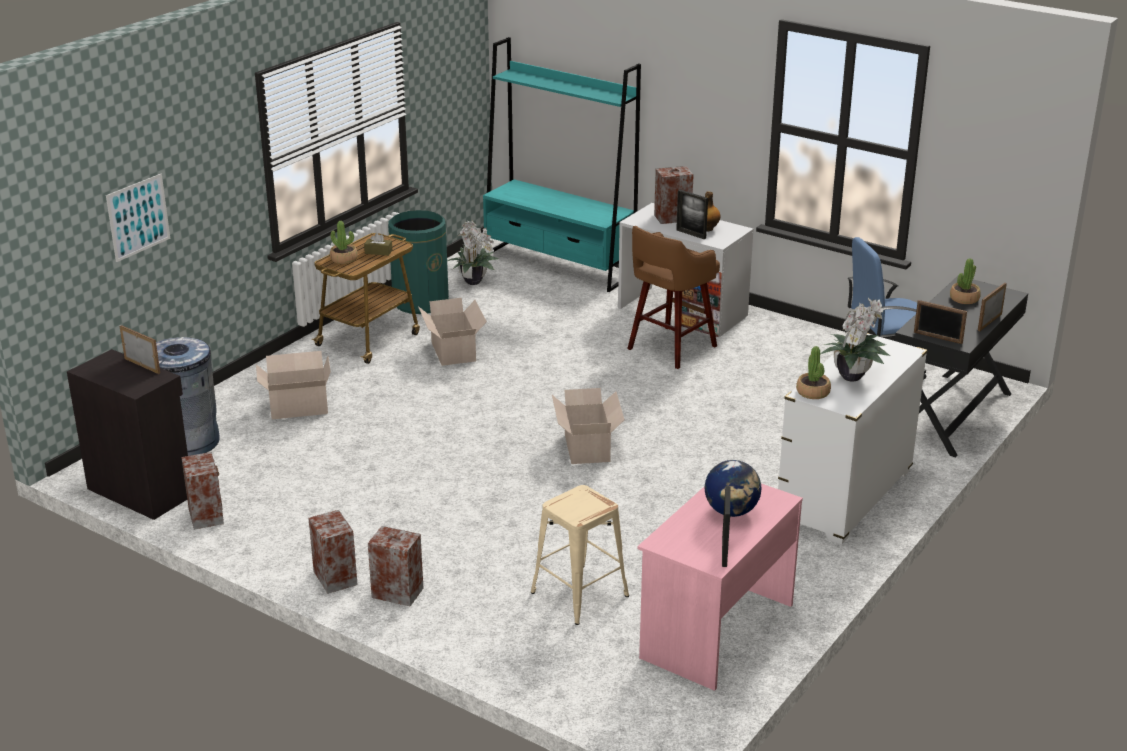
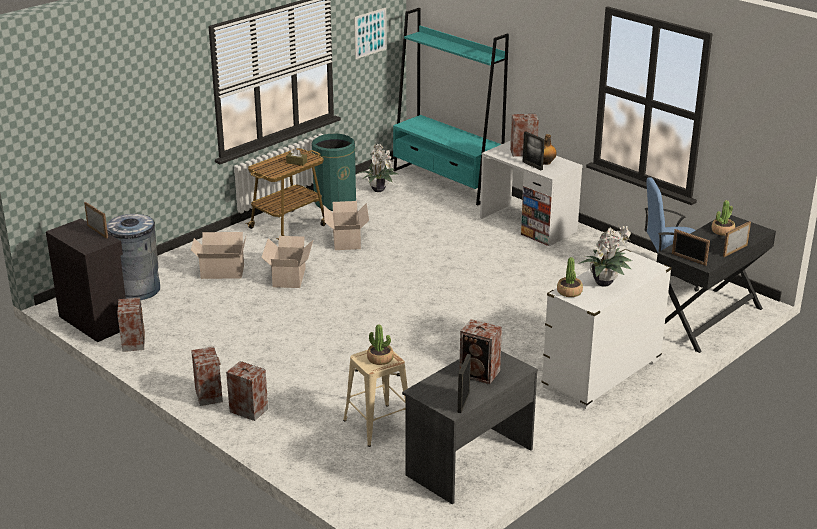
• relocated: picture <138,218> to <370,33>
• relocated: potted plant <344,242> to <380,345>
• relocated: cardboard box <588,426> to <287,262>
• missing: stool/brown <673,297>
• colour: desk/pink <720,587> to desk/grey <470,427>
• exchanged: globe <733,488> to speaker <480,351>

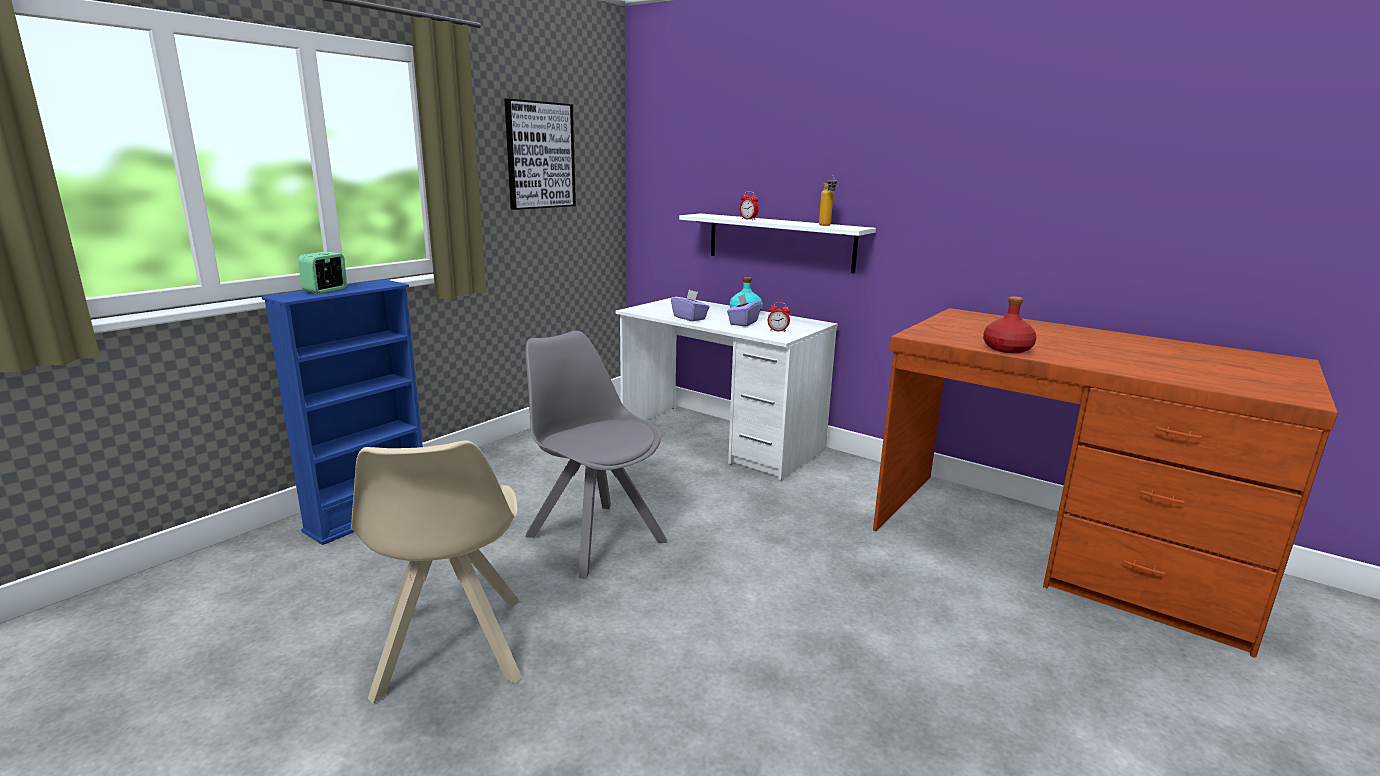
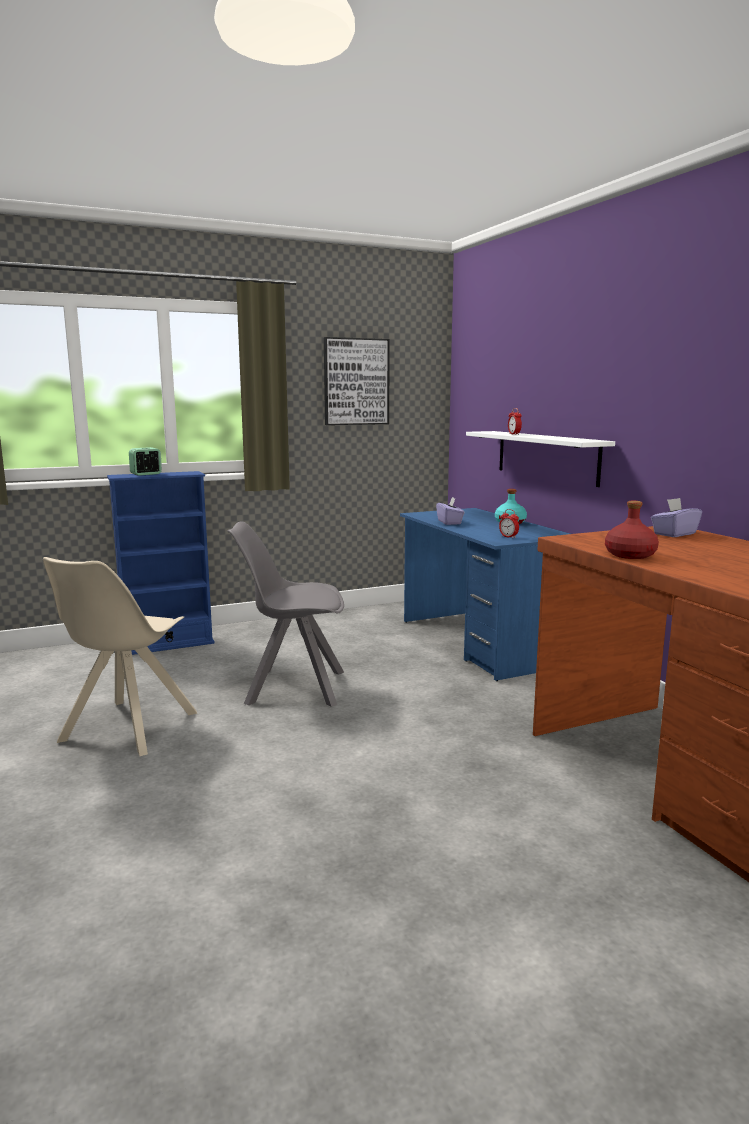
• spun: chair/grey <596,455> = <285,614> 75 degrees counterclockwise
• colour: desk/white <727,388> to desk/blue <485,594>
• relocated: tissue box/purple <744,310> to <676,517>
• missing: bottle <828,200>

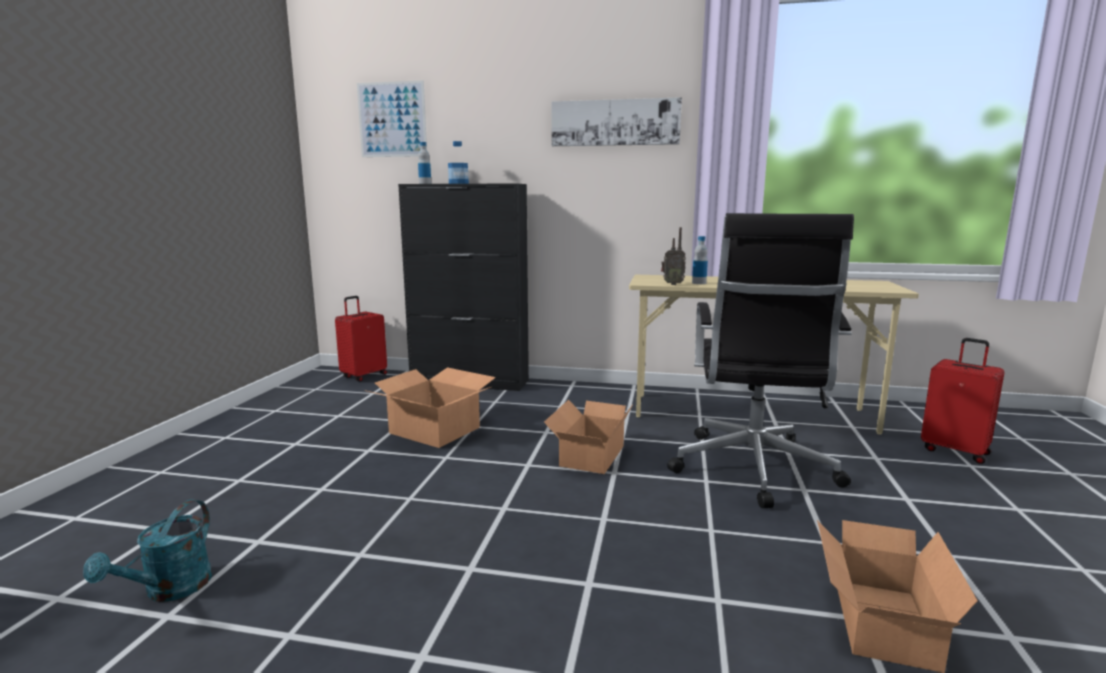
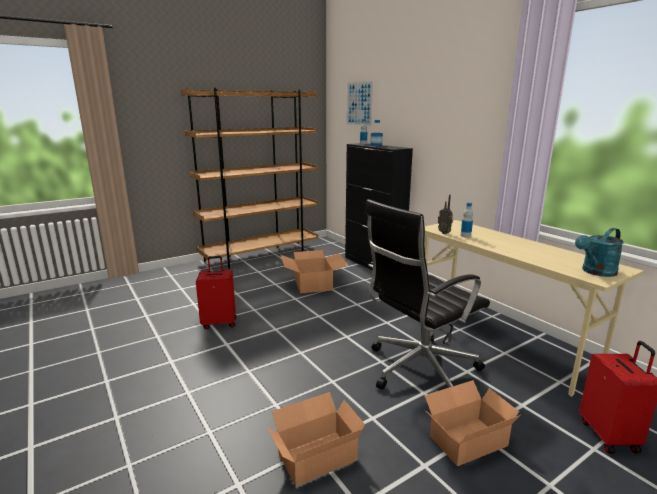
• relocated: watering can/turquoise <147,550> to <599,252>
• relocated: suitcase/red <361,339> to <216,292>
• relocated: cardboard box <588,437> to <472,423>
• missing: picture <617,121>
• appeared: bookcase/brown <249,178>

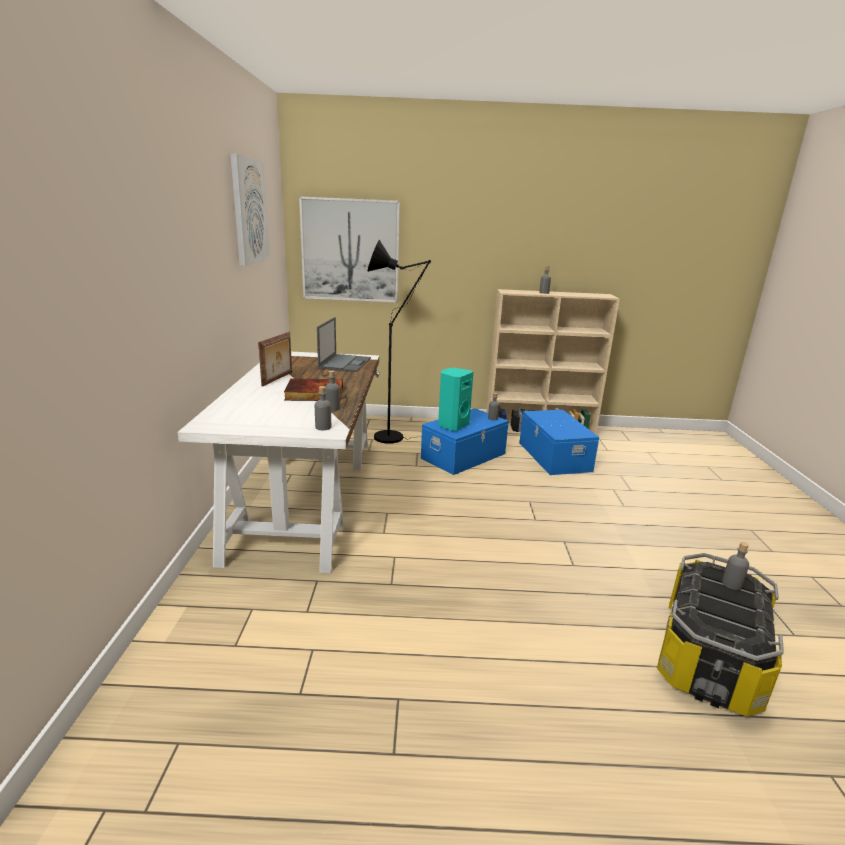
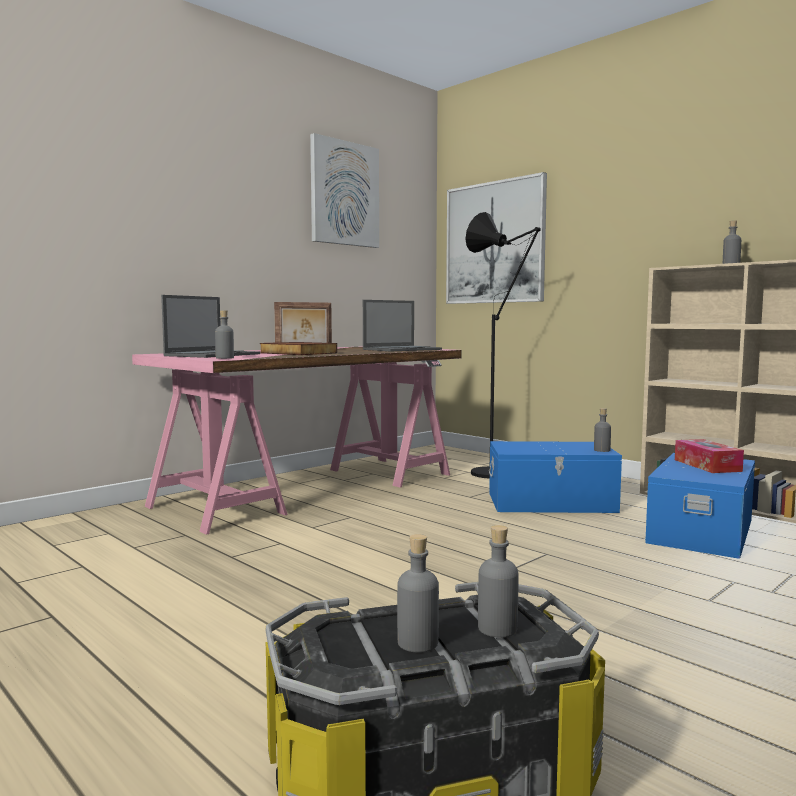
• colour: desk/white <279,462> to desk/pink <297,440>
• relocated: bottle/grey <332,391> to <418,593>
• missing: speaker/turquoise <455,399>
• appeared: laptop <210,326>
• appeared: tissue box <709,456>

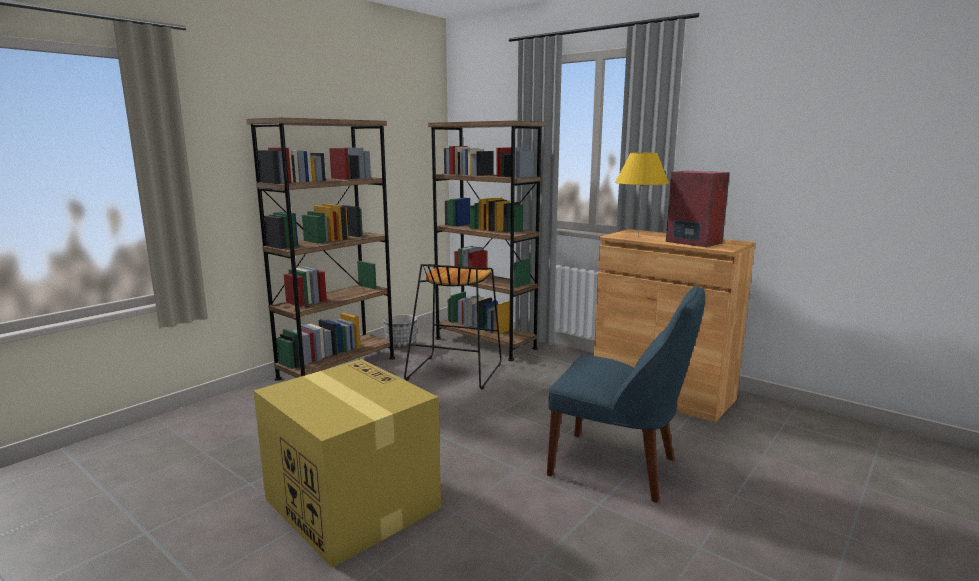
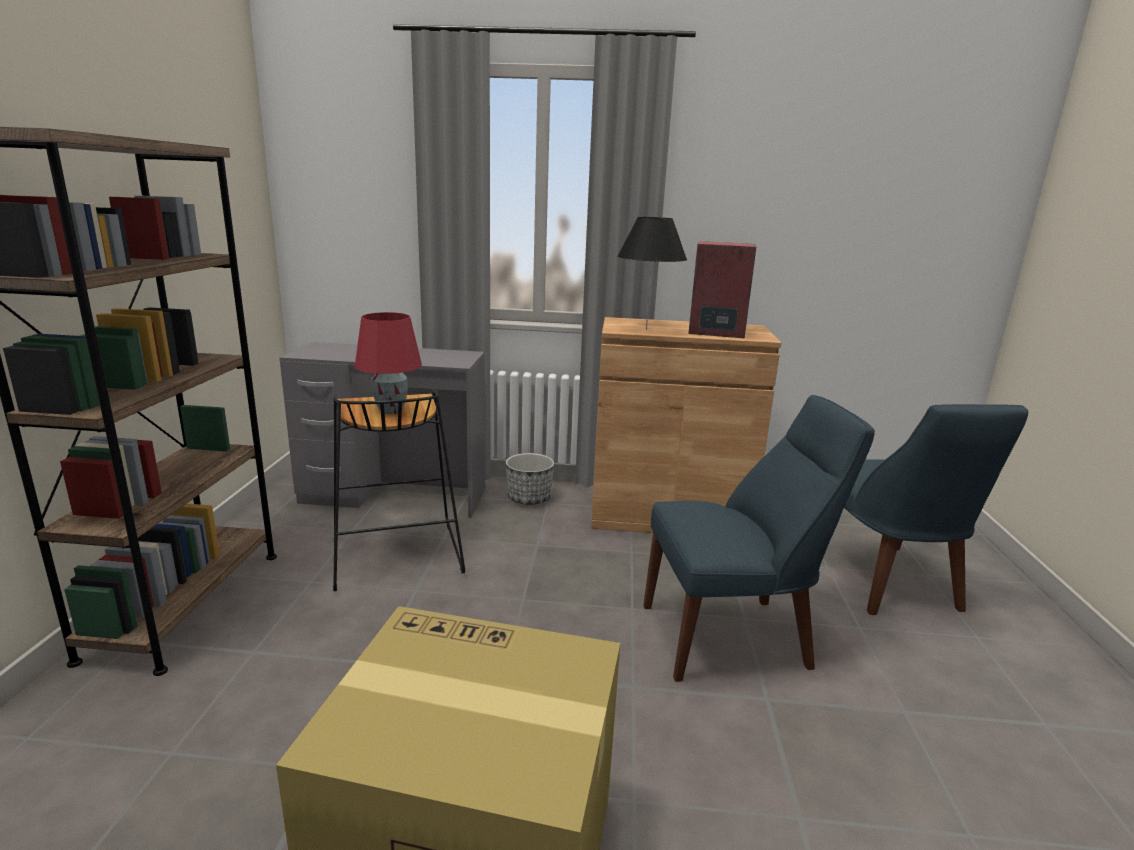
• relocated: planter <400,331> to <530,479>
• exchanged: bookcase/brown <486,241> to desk/grey <382,430>
• colour: table lamp/yellow <642,195> to table lamp/black <652,273>
• appeared: table lamp/red <388,363>
• appeared: chair/blue <936,509>

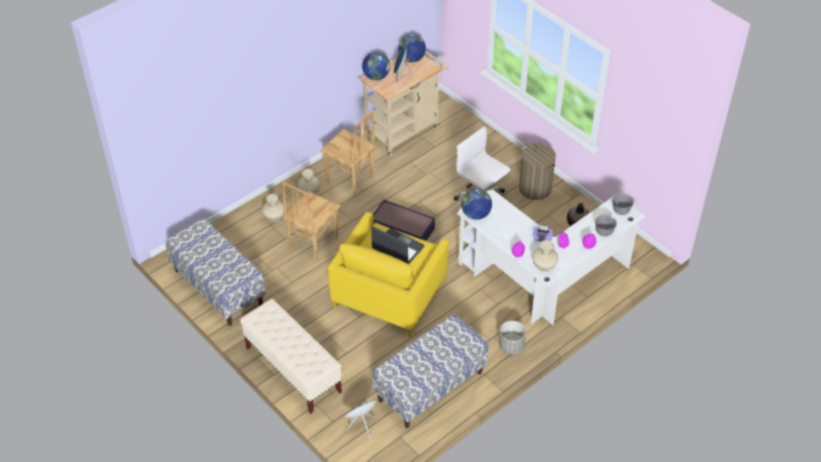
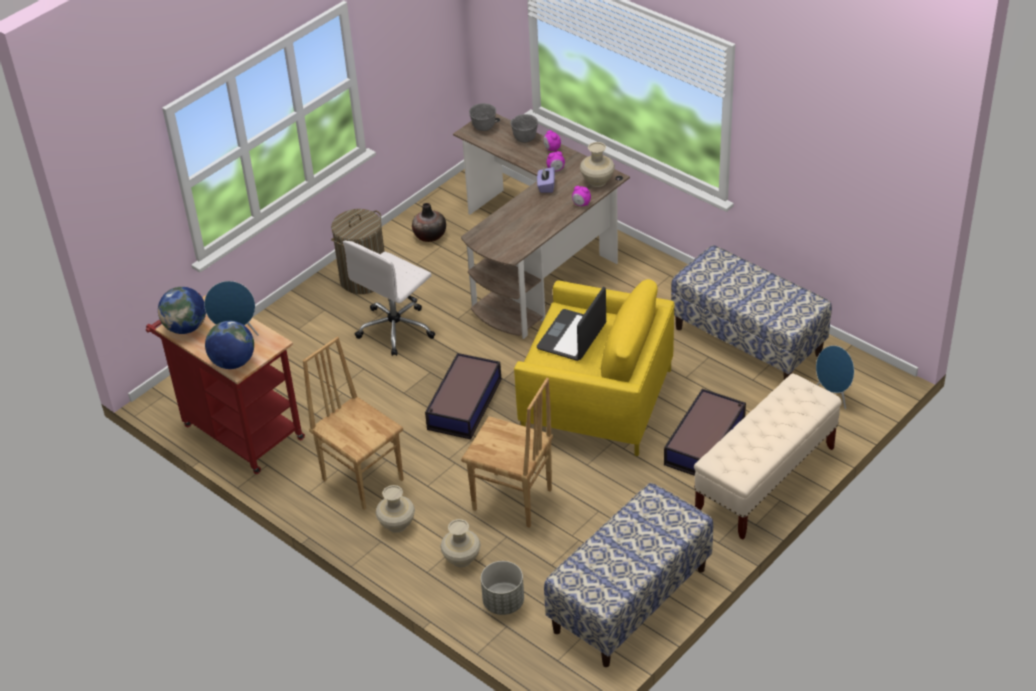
• spun: chair/brown <348,153> = <353,423> 75 degrees counterclockwise
• colour: cart/beige <404,104> to cart/red <225,384>
• colour: desk/white <551,257> to desk/brown <541,226>
• missing: globe <476,204>
• relocated: planter/grey <512,337> to <502,588>
• appeared: storage box <705,432>

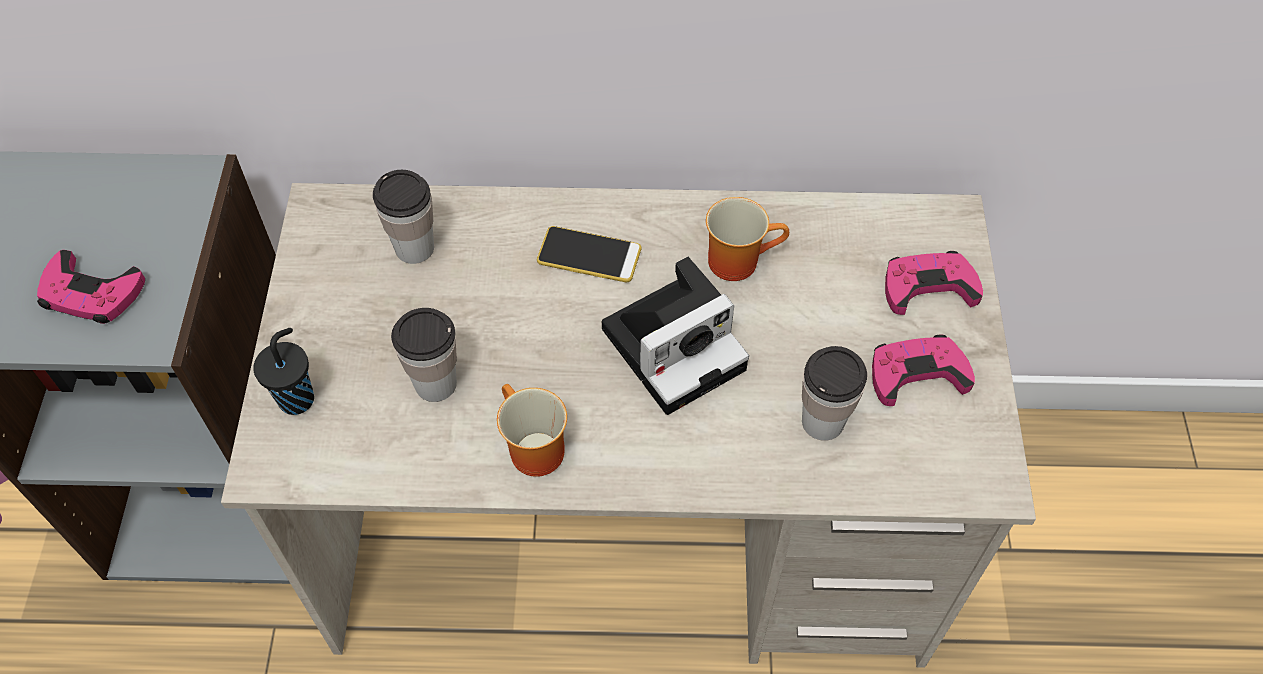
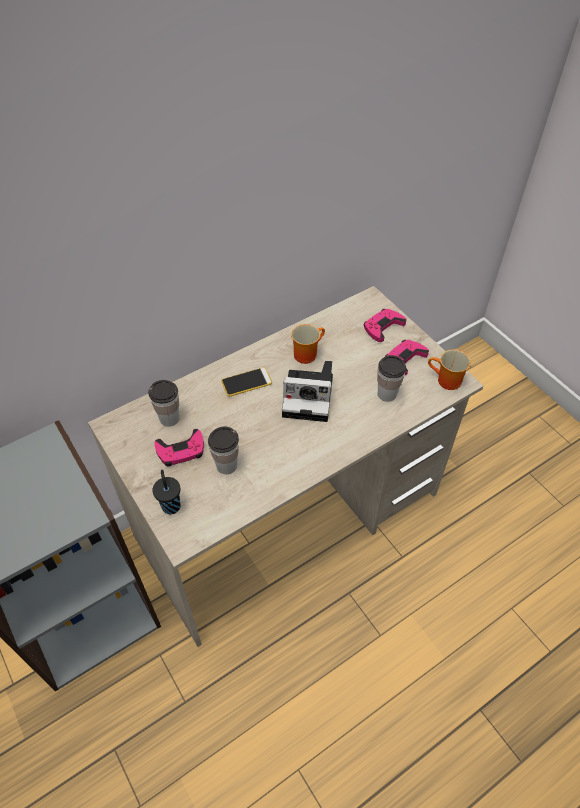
• relocated: game controller/pink <91,287> to <179,447>
• relocated: mug <532,430> to <449,369>
• spun: photo camera <675,336> = <307,391> 75 degrees clockwise

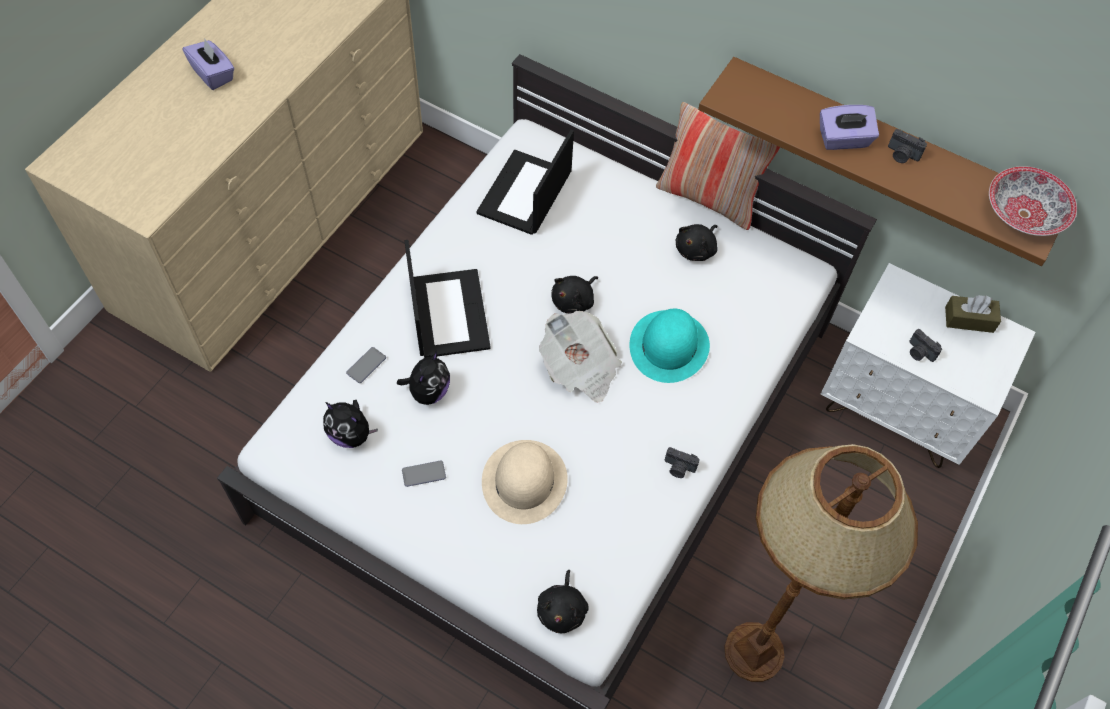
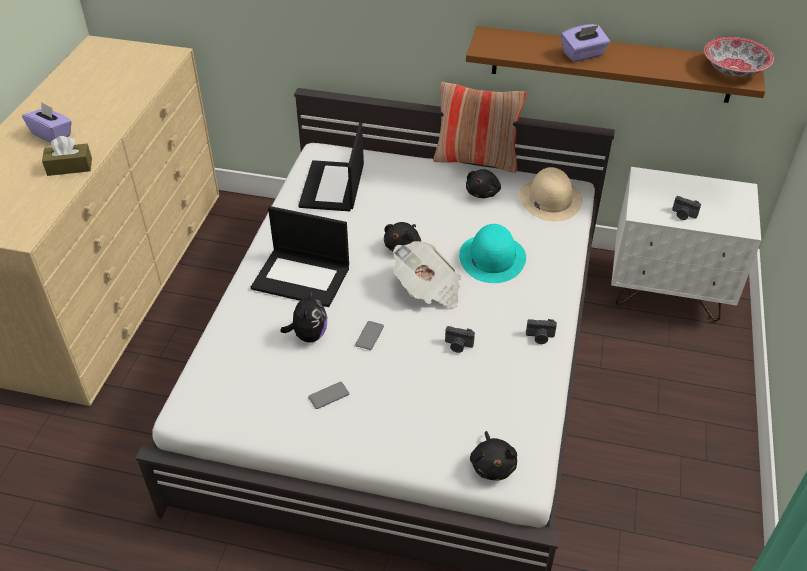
• missing: plush toy <350,424>
• relocated: phone <366,365> to <369,335>
• spun: laptop <448,299> = <300,256> 135 degrees clockwise
• relocated: hat/beige <525,482> to <550,194>
• missing: floor lamp/brown <821,563>
• relocated: photo camera <907,146> to <460,339>
• relocated: tissue box/brown <973,314> to <67,156>

